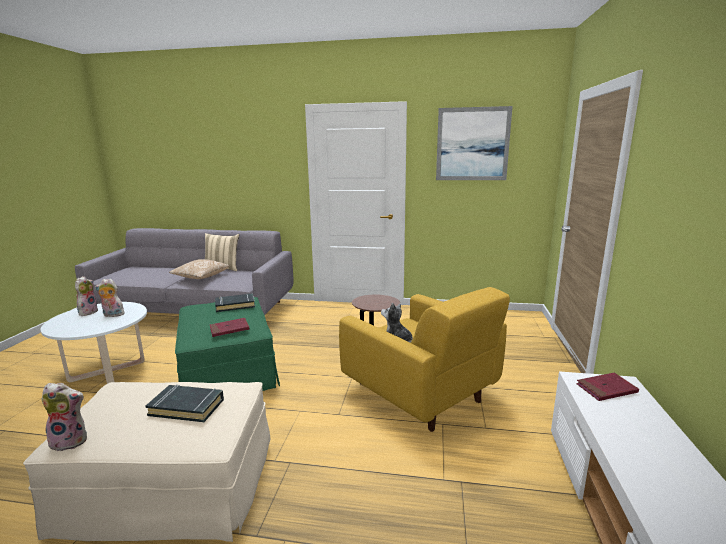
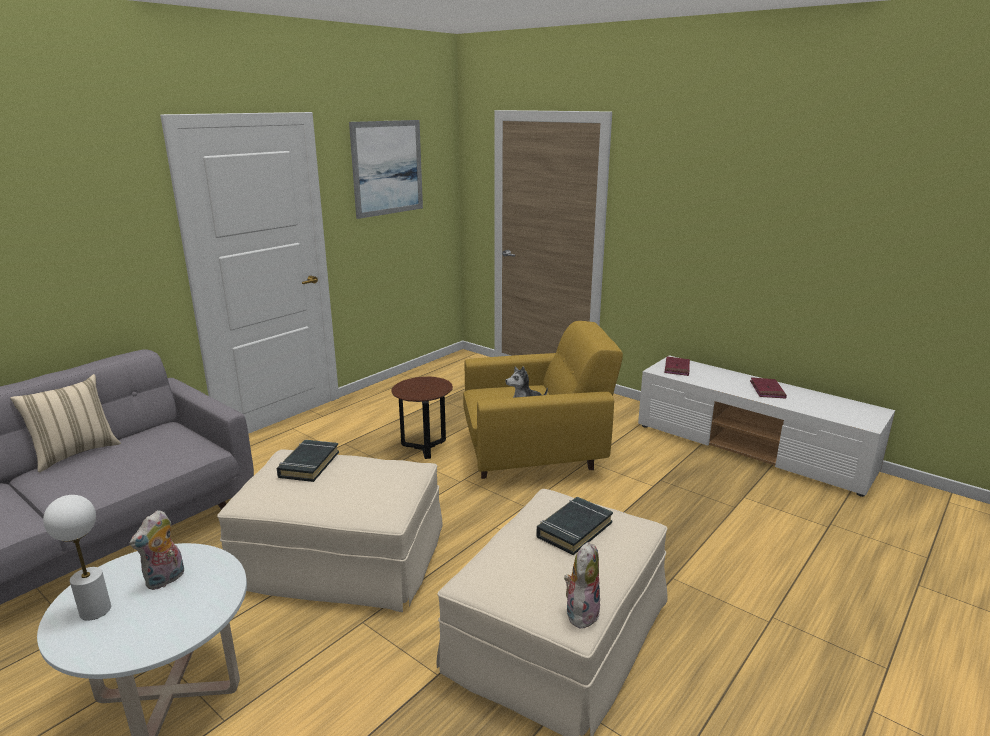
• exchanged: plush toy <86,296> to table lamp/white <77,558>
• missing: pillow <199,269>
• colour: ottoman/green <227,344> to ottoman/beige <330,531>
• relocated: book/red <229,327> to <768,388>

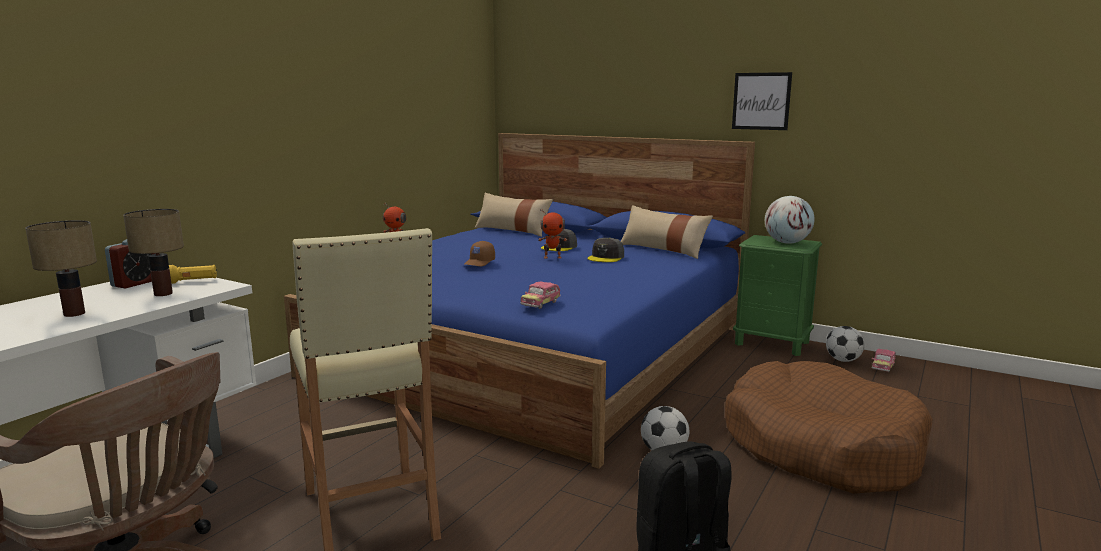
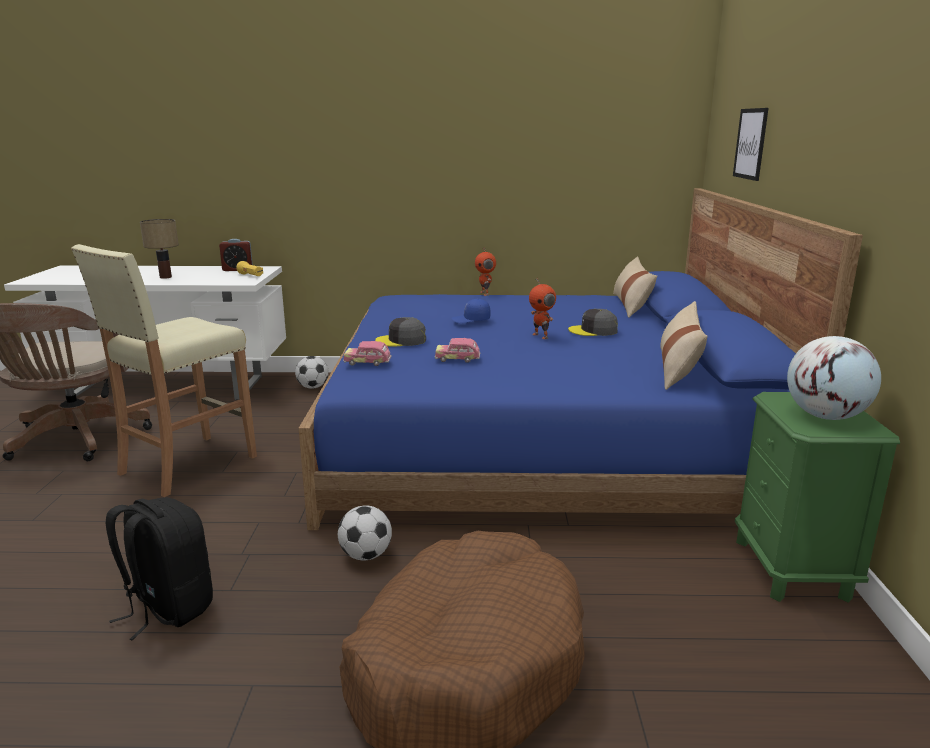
• missing: table lamp <153,252>
• colour: cap/brown <479,253> to cap/blue <471,311>
• relocated: cap/grey <606,250> to <400,332>
• relocated: picture <762,101> to <751,144>
• relocated: football <845,344> to <312,372>
• relocated: toy car <883,360> to <458,350>

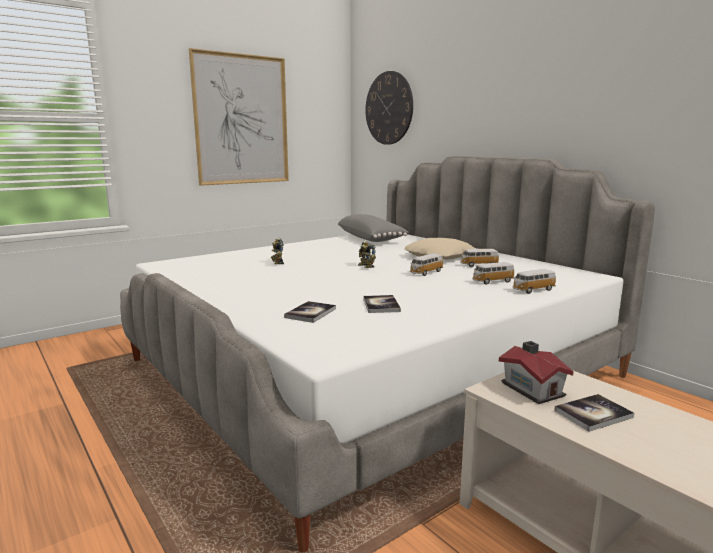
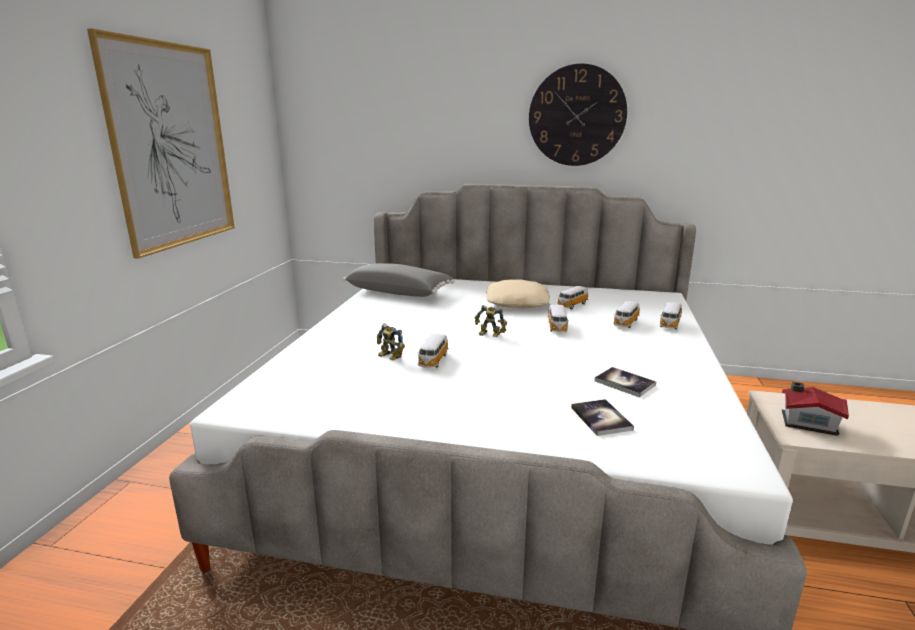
• relocated: wall clock <389,108> to <578,115>
• missing: book <594,413>
• appeared: toy car <433,351>

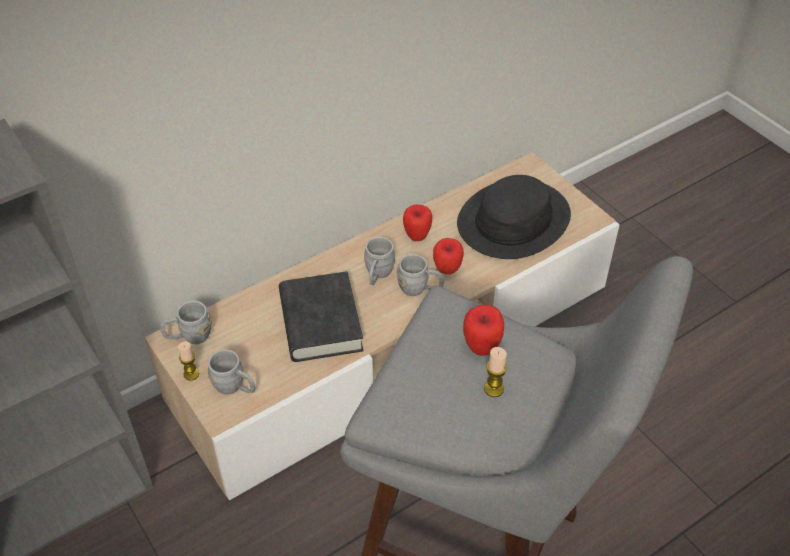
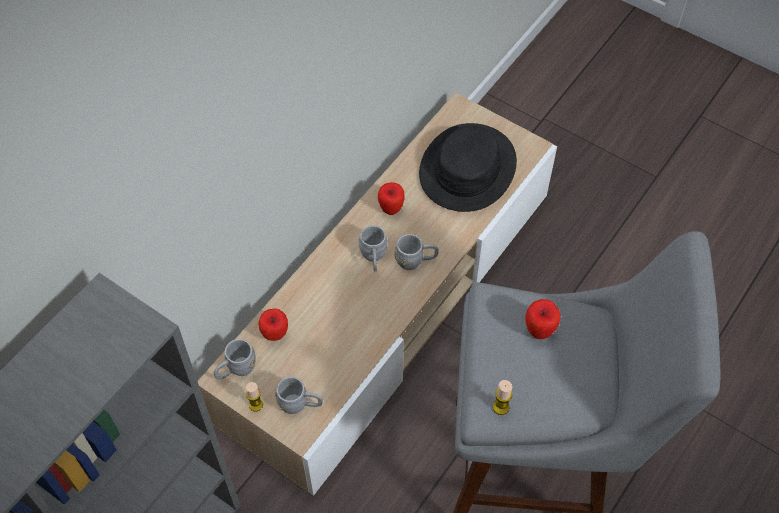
• missing: book/black <321,316>
• relocated: apple <448,256> to <273,325>
• relocated: candle <495,372> to <503,397>

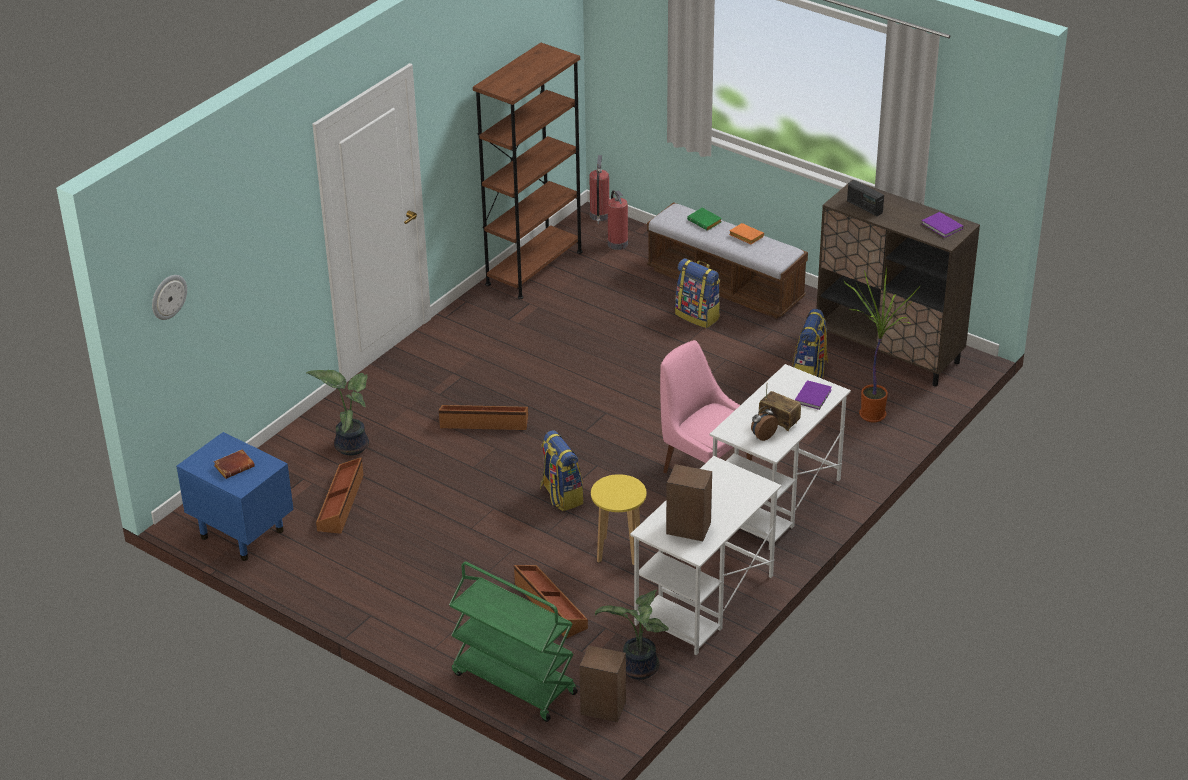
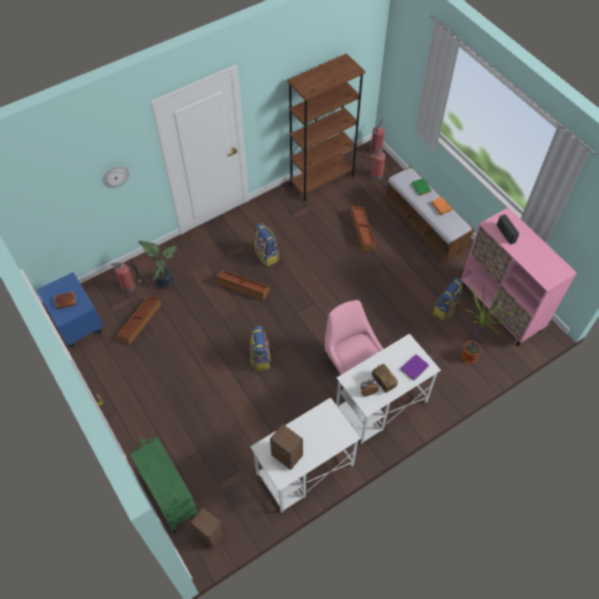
• relocated: wall clock <169,297> to <116,176>
• relocated: storage box/brown <551,601> to <363,228>
• missing: stool/yellow <618,519>
• missing: potted plant <632,634>
• relocated: backpack <697,293> to <267,244>
• colour: cabinet/brown <898,283> to cabinet/pink <519,277>
• missing: book/purple <942,225>
• appeared: fire extinguisher <126,277>

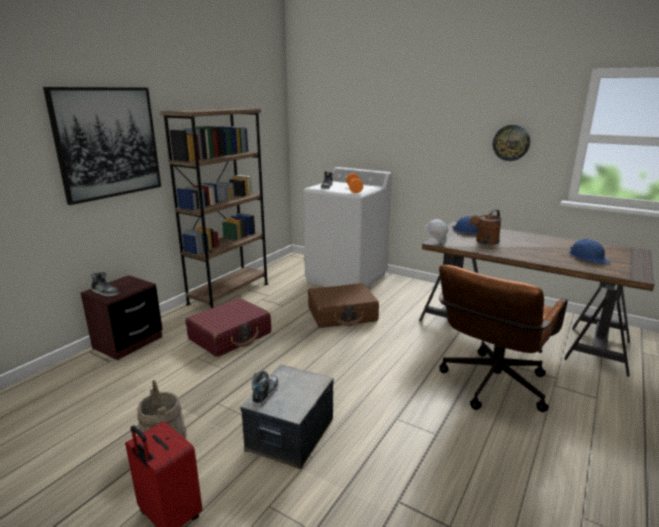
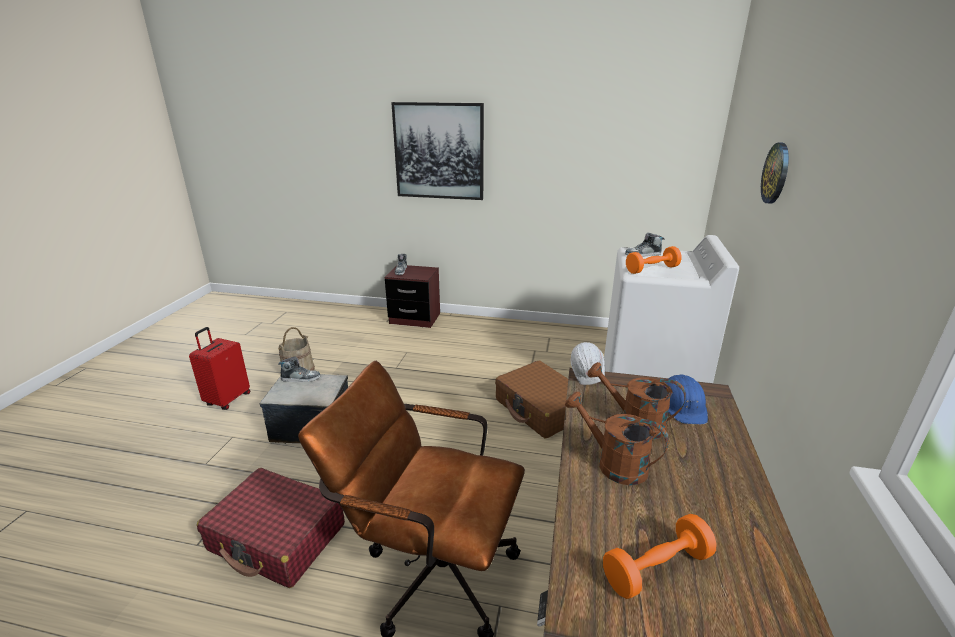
• missing: bookcase/brown <214,208>
• relocated: suitcase/red <228,327> to <271,528>
• relocated: wall clock <511,143> to <775,173>
• exchanged: hard hat/blue <590,251> to dumbbell/orange <660,556>
• appeared: watering can/brown <617,438>

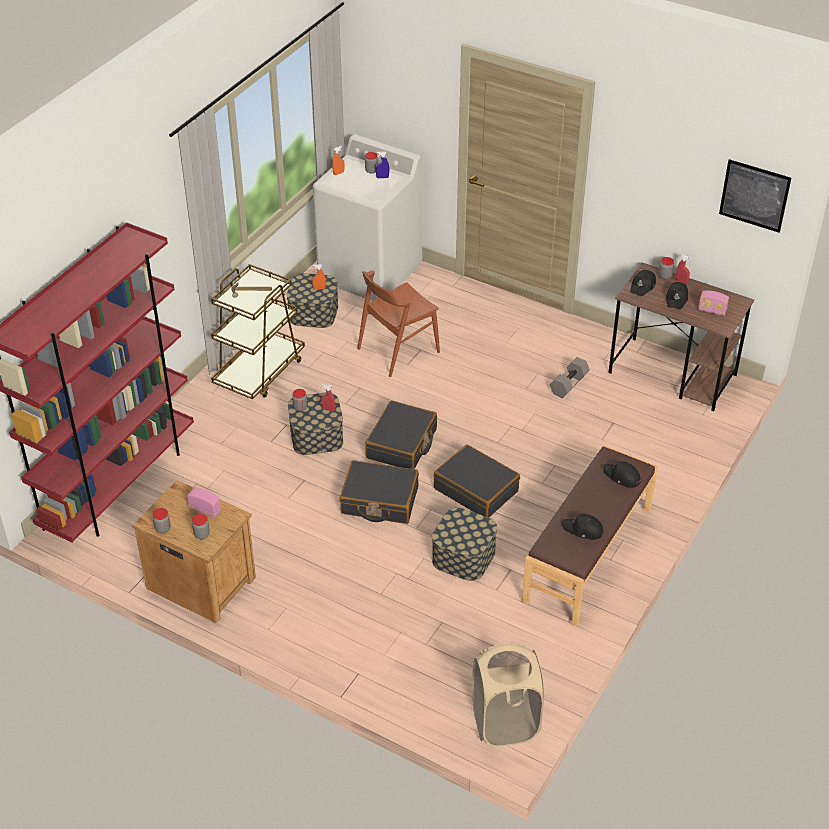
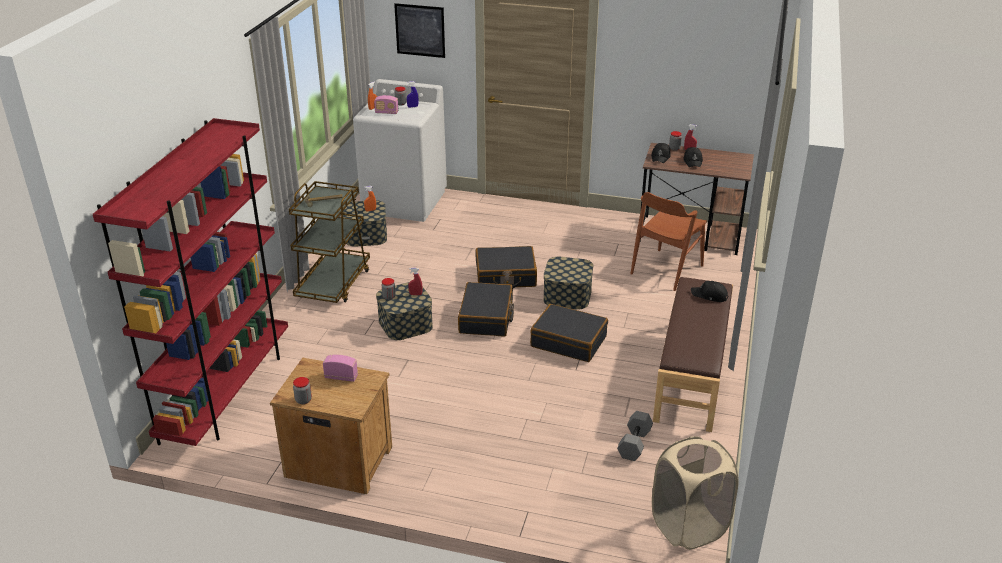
• missing: jar <201,526>
• relocated: suitcase/black <379,492> to <506,267>
• relocated: chair/brown <398,323> to <668,241>
• relocated: storage box <464,544> to <568,283>
• relocated: dumbbell/grey <570,377> to <635,436>
• missing: cap/black <583,527>
• relocated: radio <713,303> to <386,104>
• relocated: picture <755,196> to <419,30>

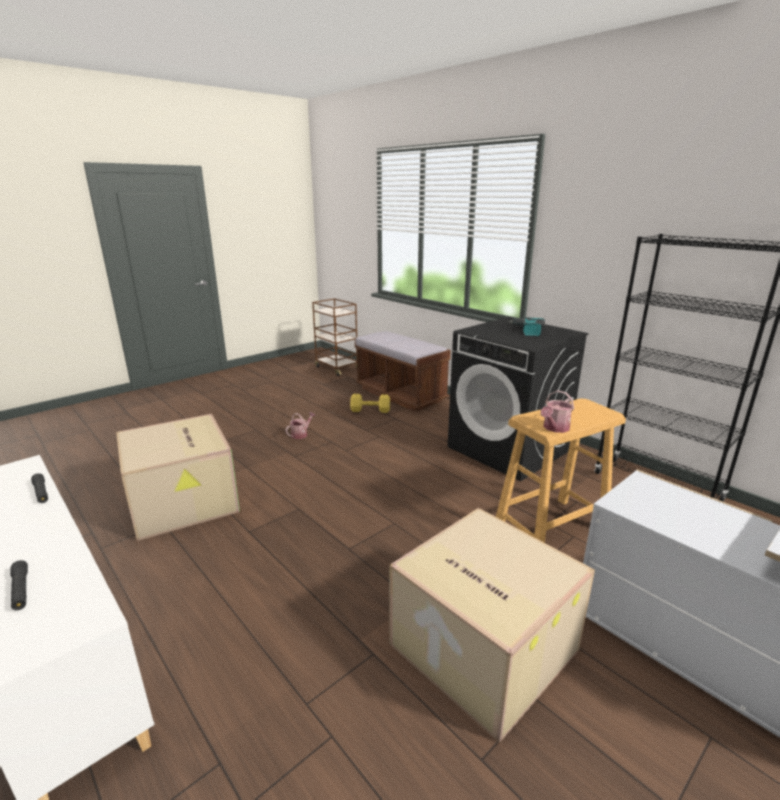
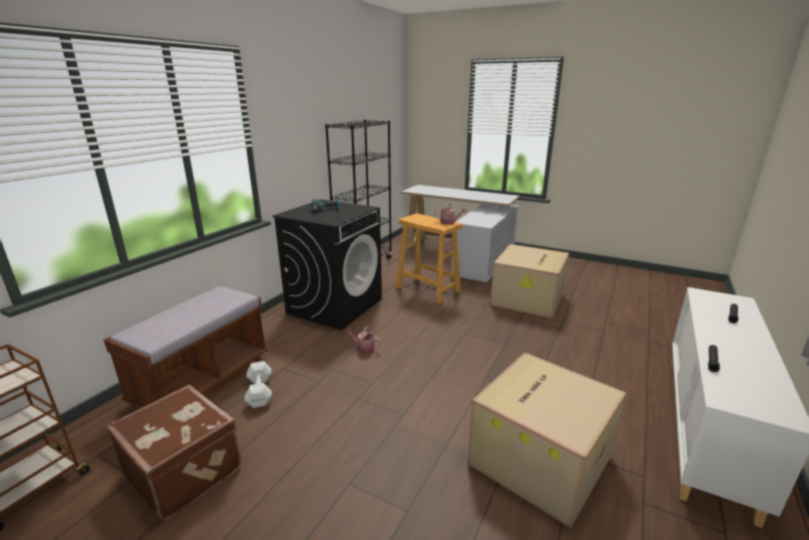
• relocated: watering can <301,425> to <363,339>
• colour: dumbbell/yellow <370,403> to dumbbell/white <258,384>
• appeared: suitcase/brown <174,452>

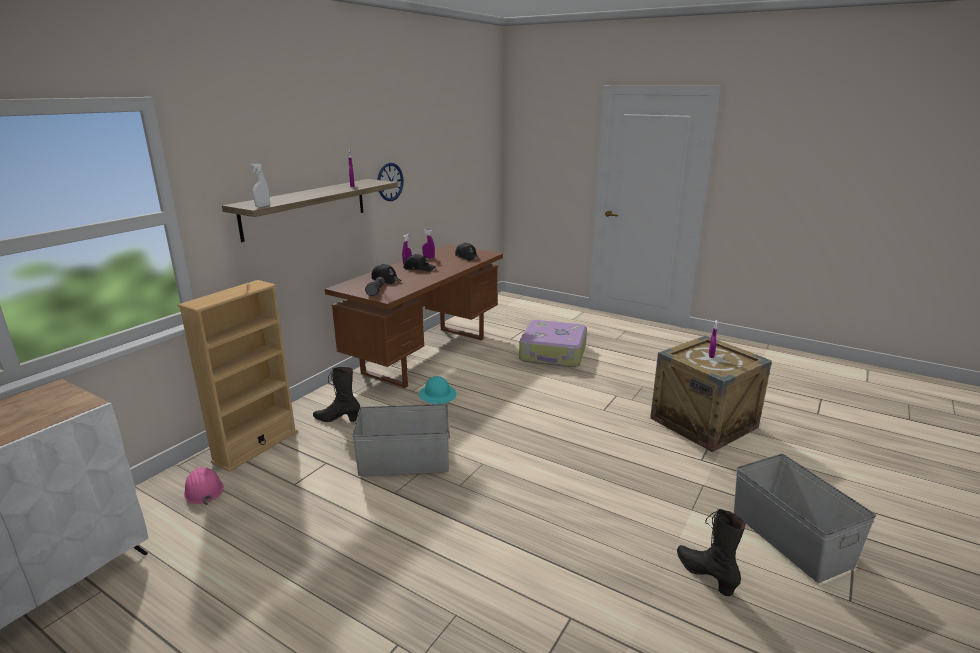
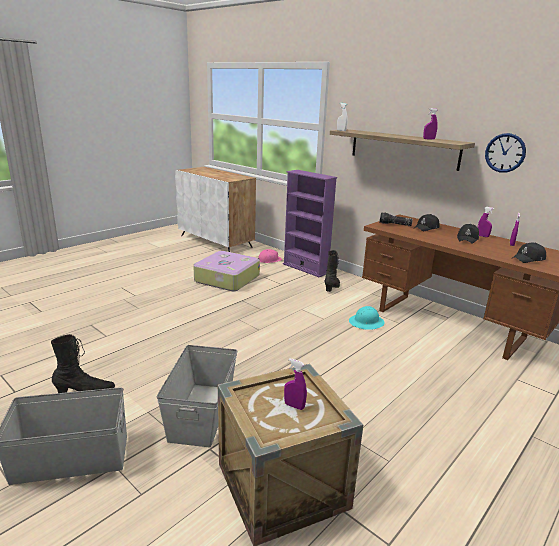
• colour: bookcase/beige <238,376> to bookcase/purple <310,223>
• relocated: storage box/grey <401,440> to <197,396>
• relocated: suitcase <553,343> to <226,271>

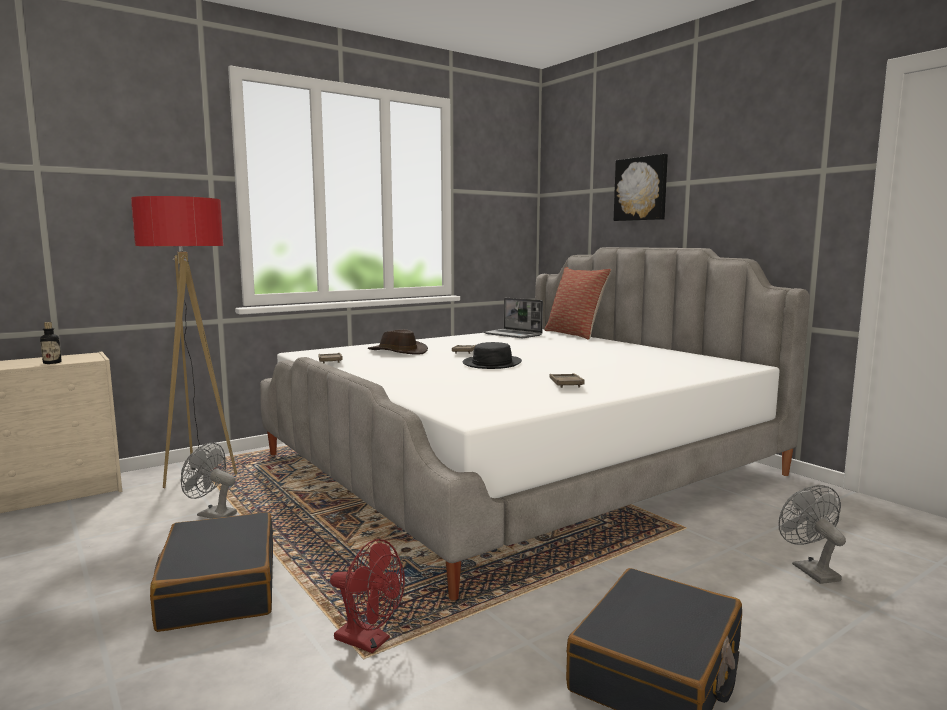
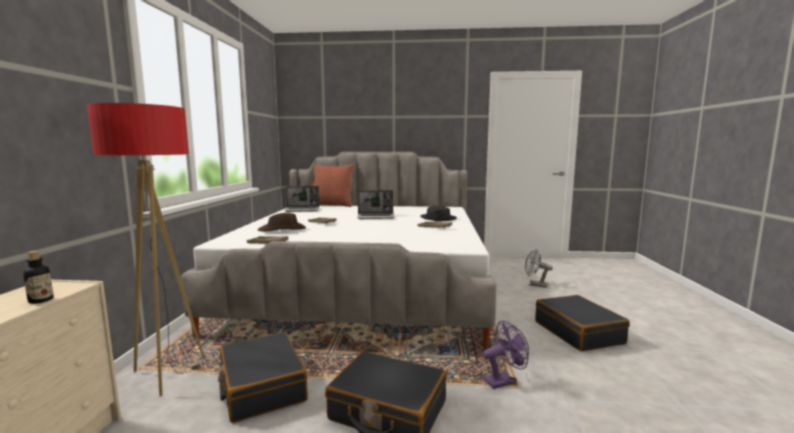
• exchanged: fan/grey <209,481> to suitcase/black <263,377>
• colour: fan/red <367,596> to fan/purple <506,355>
• relocated: hat/black <492,355> to <438,213>
• missing: picture <641,187>
• appeared: laptop <376,204>

